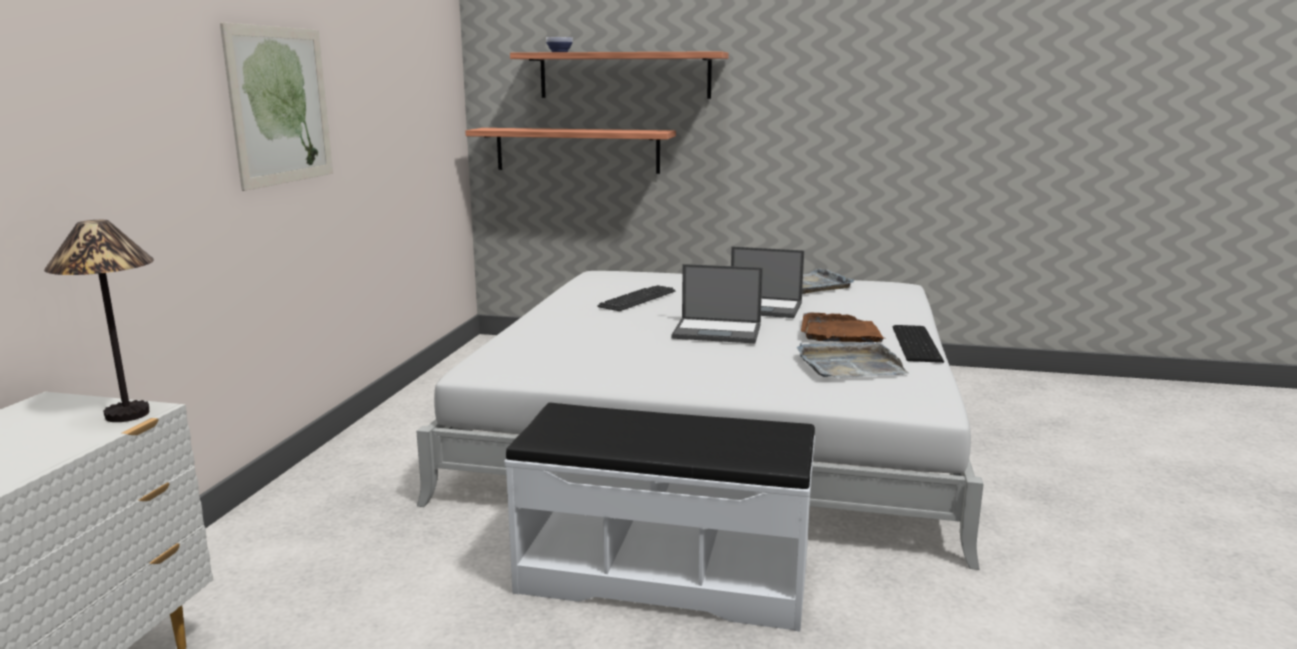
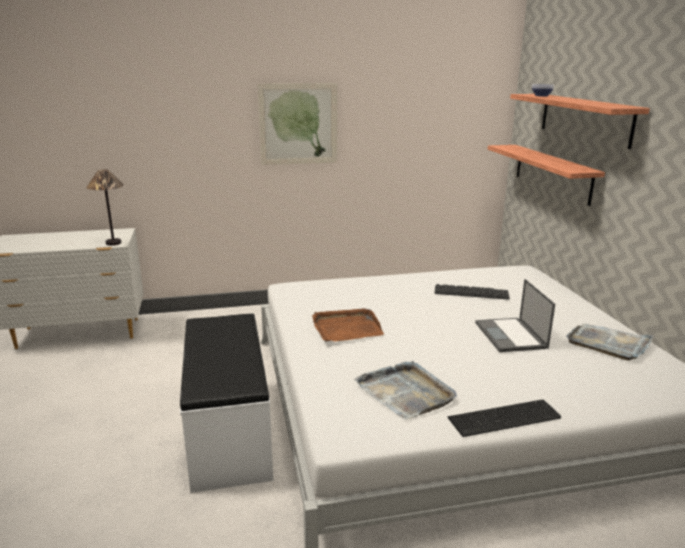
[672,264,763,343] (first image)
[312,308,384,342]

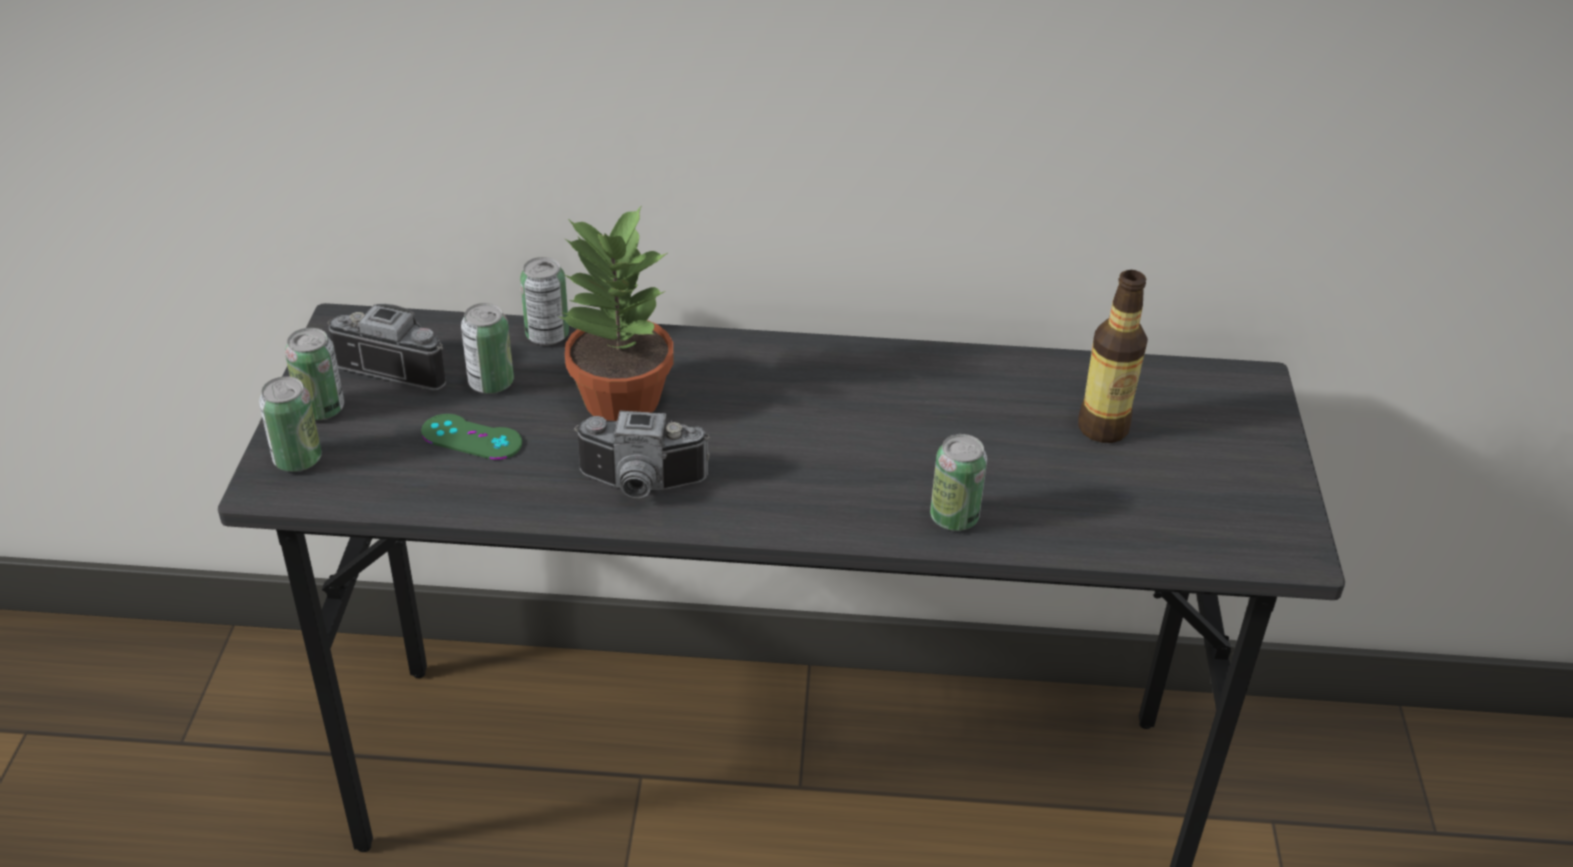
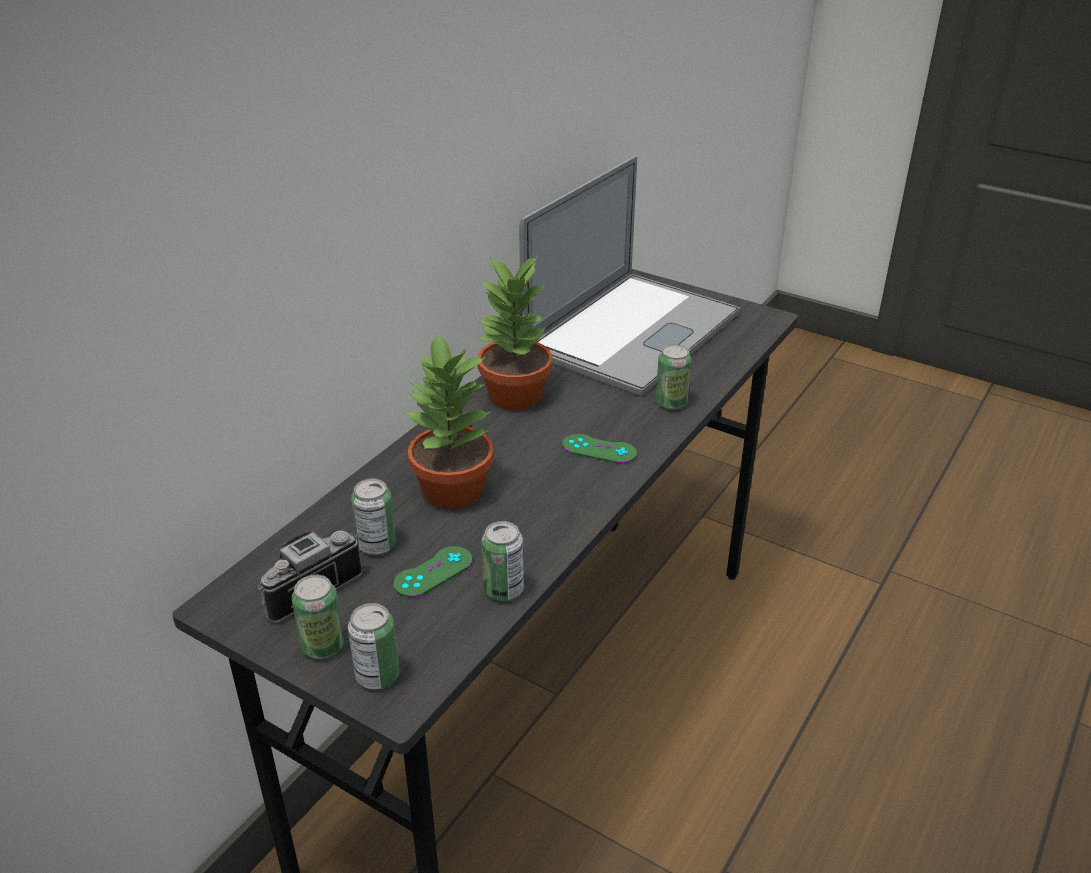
[481,521,524,601]
[519,156,740,396]
[574,411,710,498] (first image)
[477,256,552,410]
[562,434,637,464]

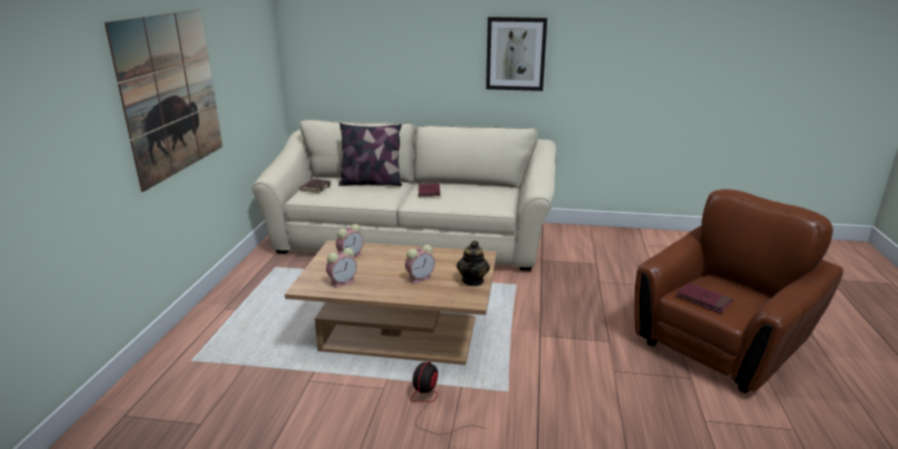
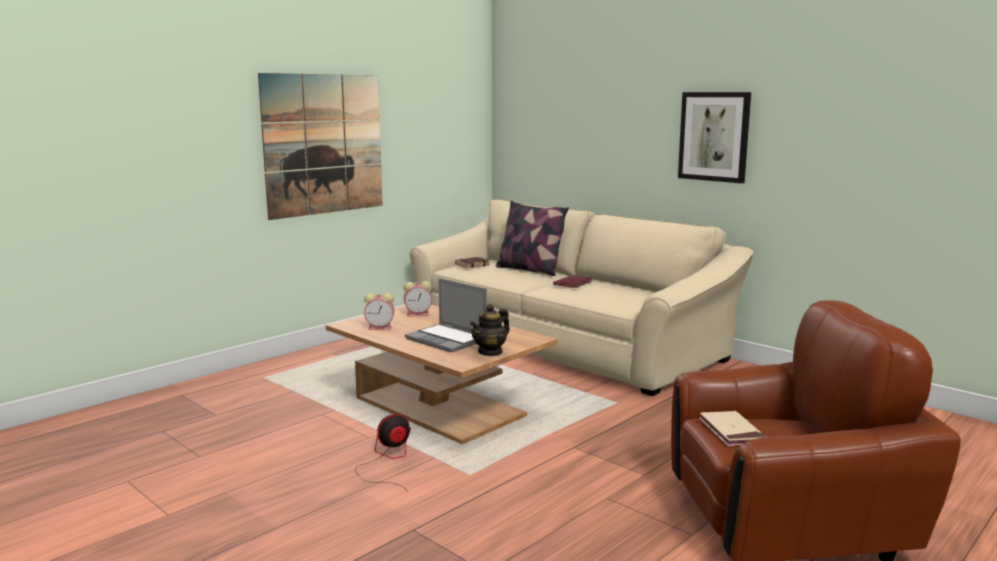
[405,278,487,352]
[699,411,766,446]

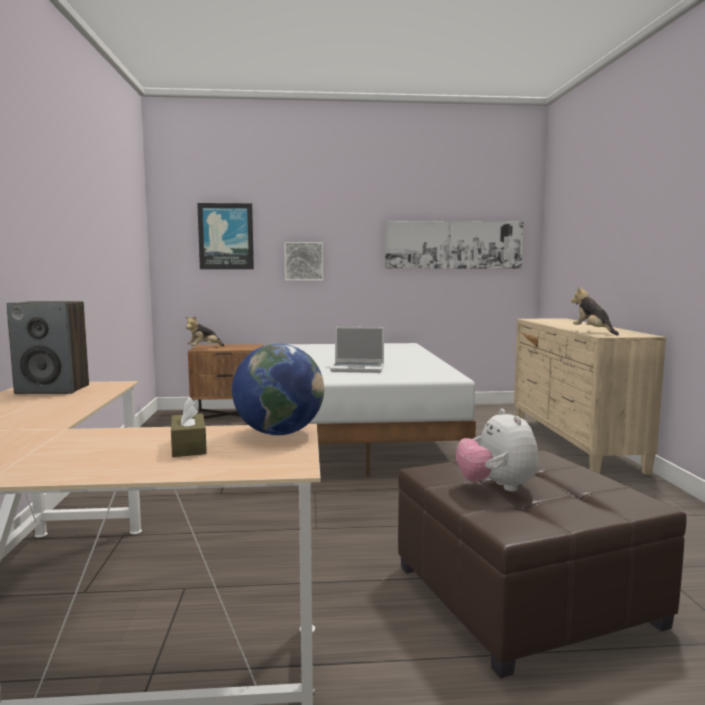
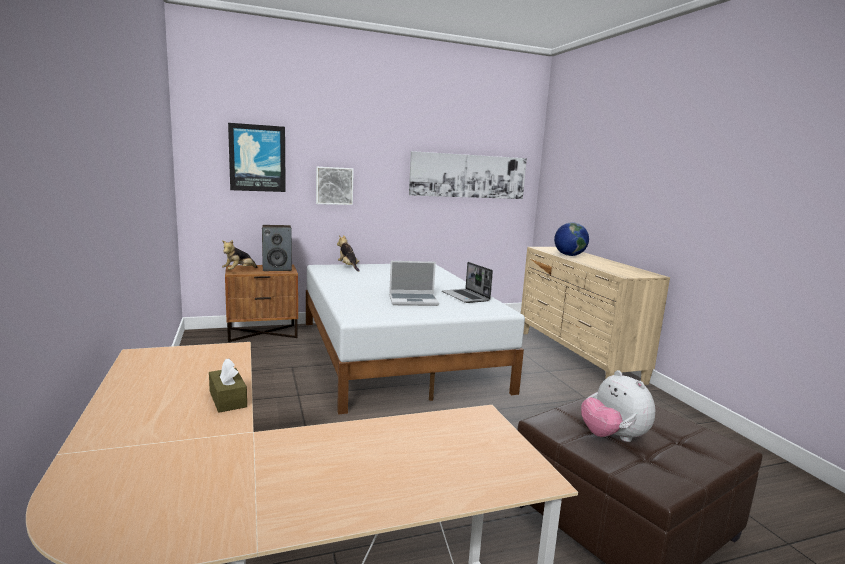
[337,235,360,272]
[262,225,292,271]
[554,222,589,256]
[209,358,247,413]
[442,262,493,303]

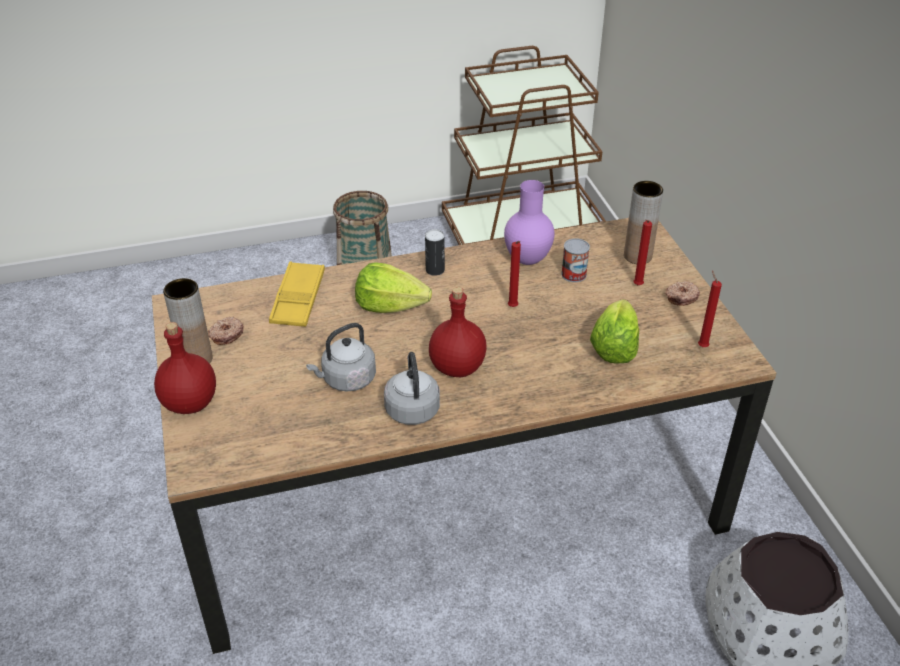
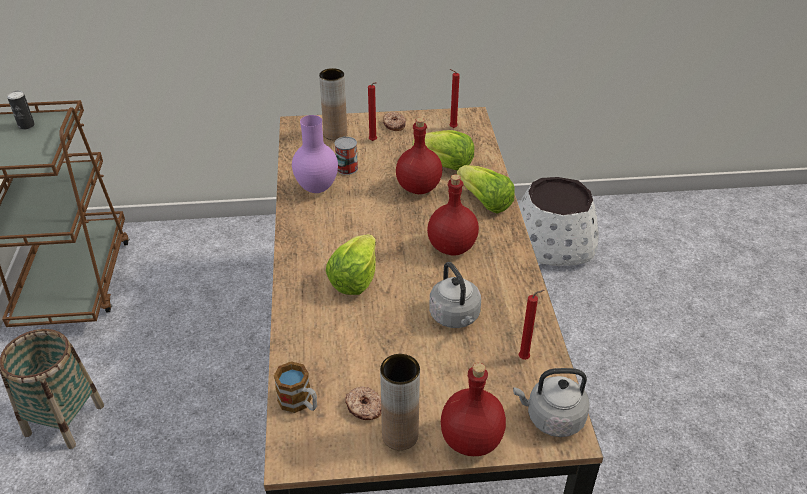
[7,91,35,130]
[519,290,544,360]
[269,261,325,327] (first image)
[513,368,589,437]
[396,118,442,194]
[457,165,515,214]
[274,361,317,413]

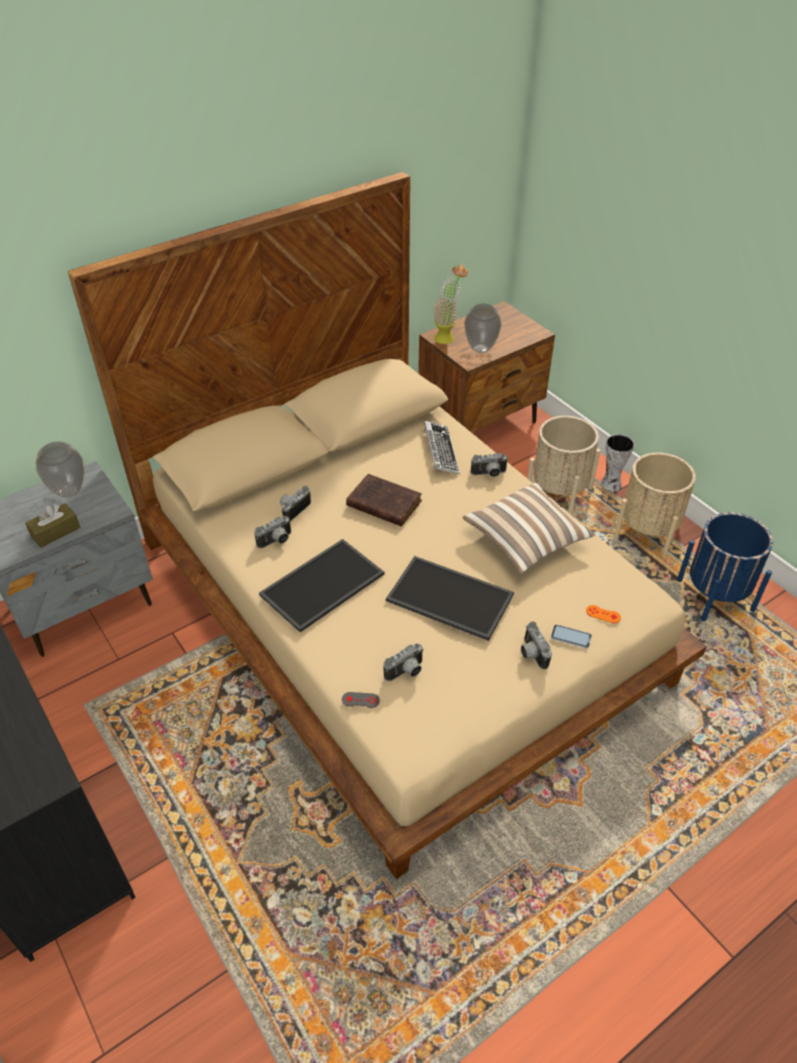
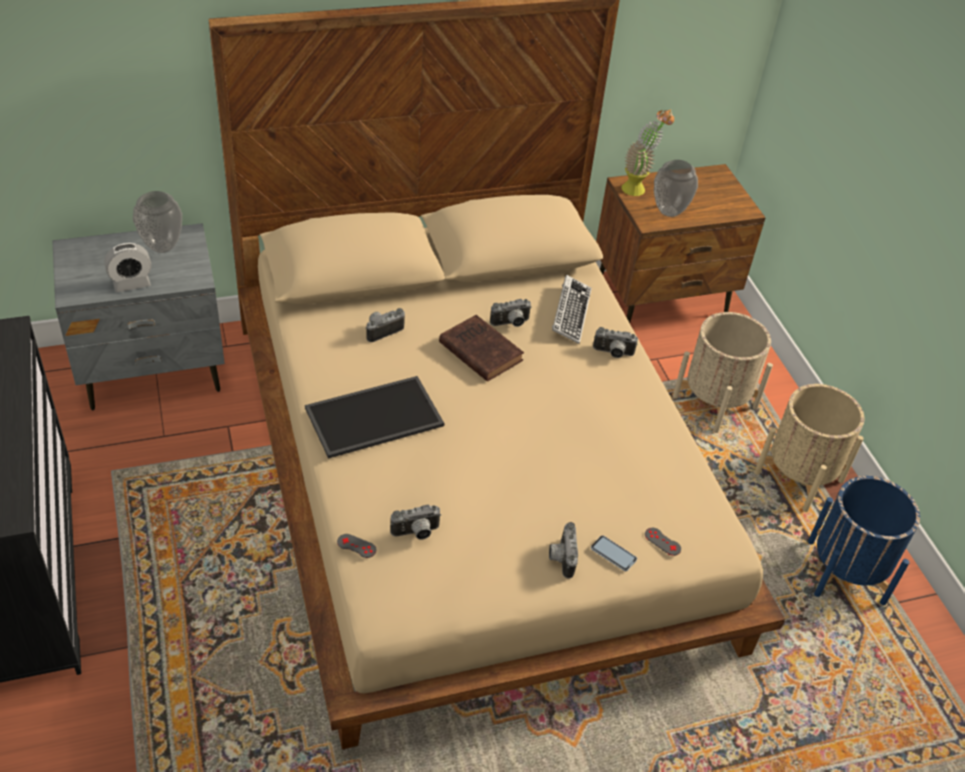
[601,434,635,492] (first image)
[462,482,595,574] (first image)
[104,243,151,292]
[490,299,532,327]
[386,556,514,641] (first image)
[645,528,681,556]

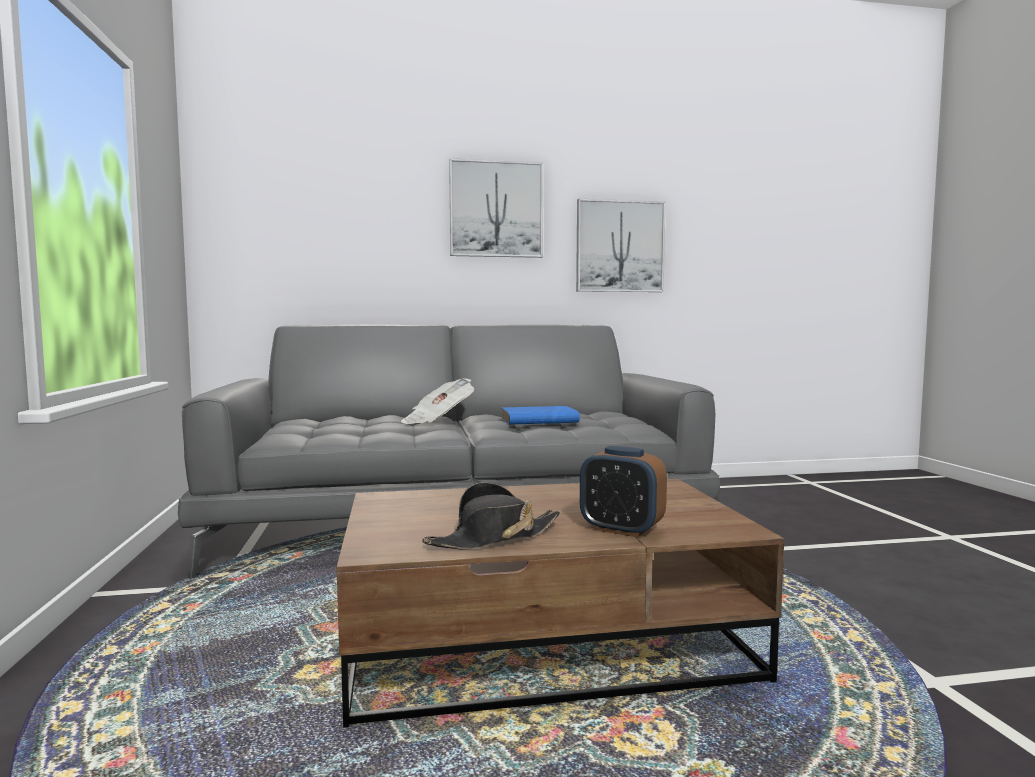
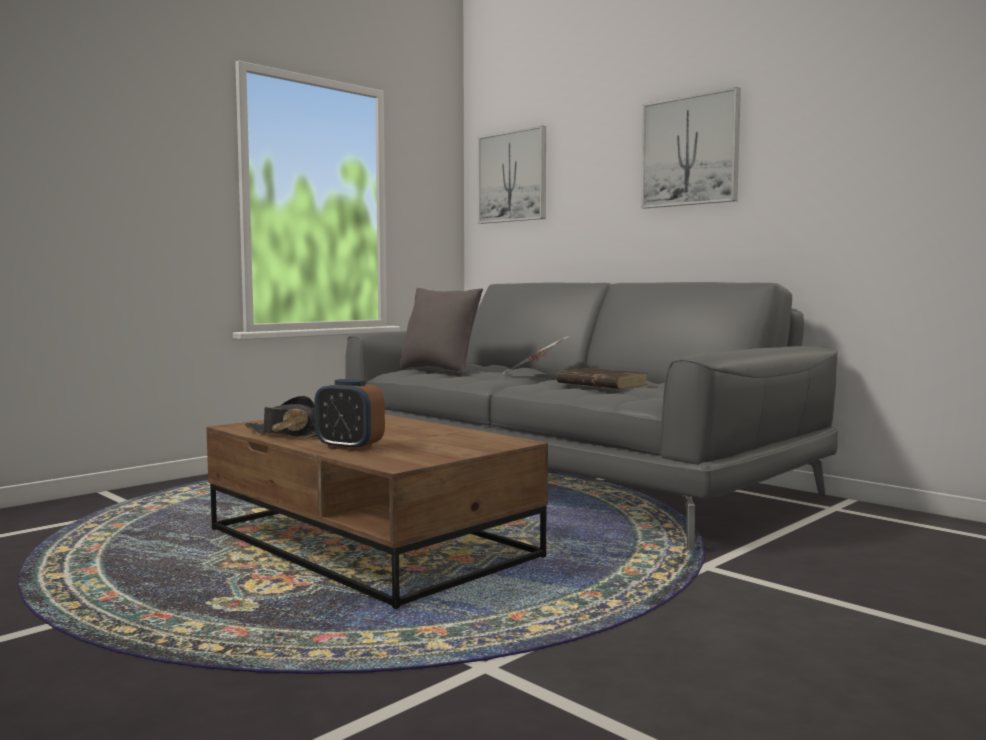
[478,125,546,224]
[556,368,648,389]
[314,379,385,451]
[399,288,483,374]

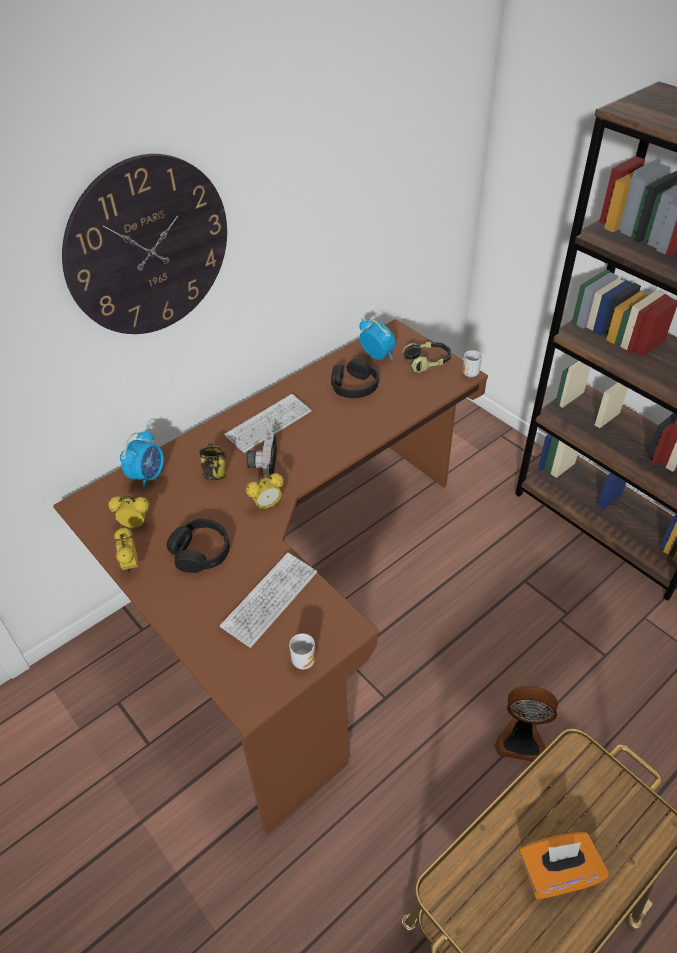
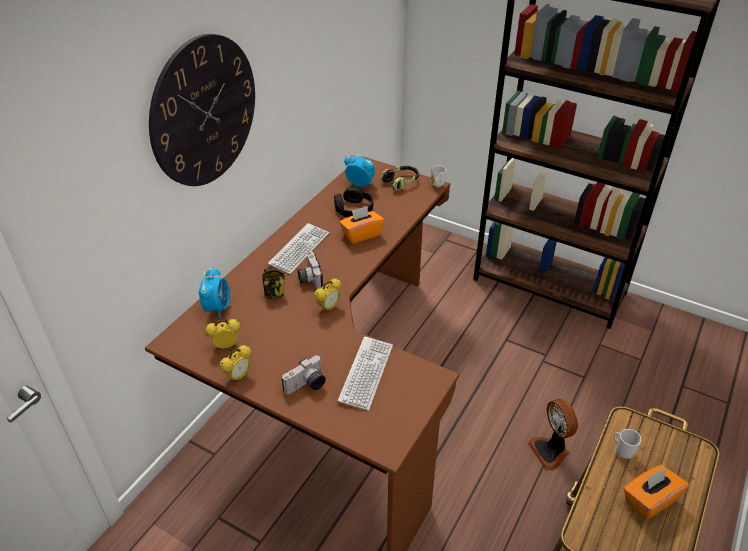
[167,519,230,573] (first image)
[219,345,251,382]
[614,429,641,459]
[528,399,578,471]
[339,206,384,244]
[282,355,326,395]

